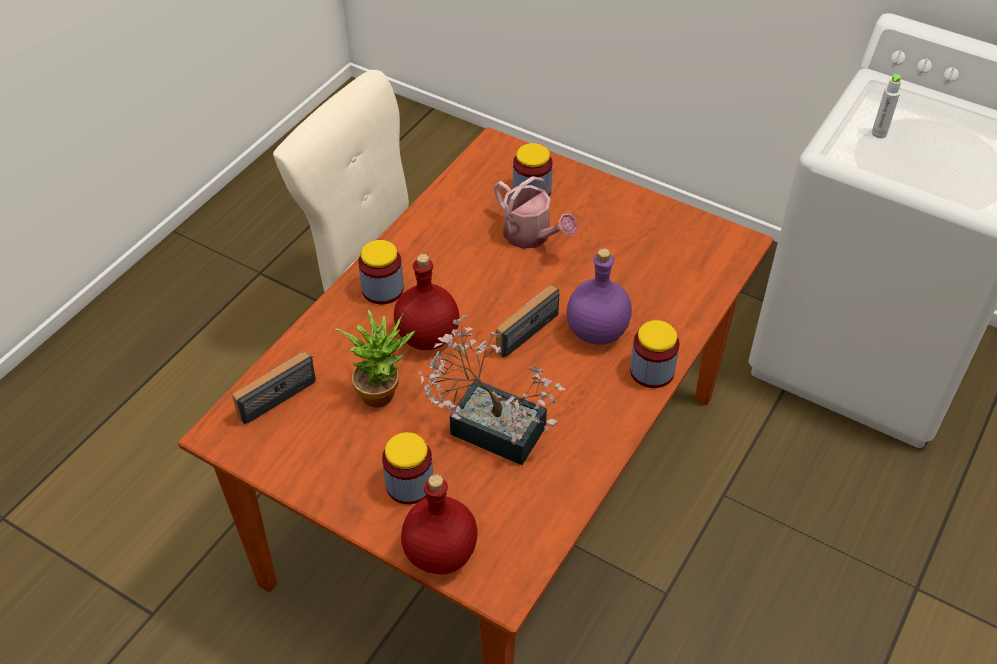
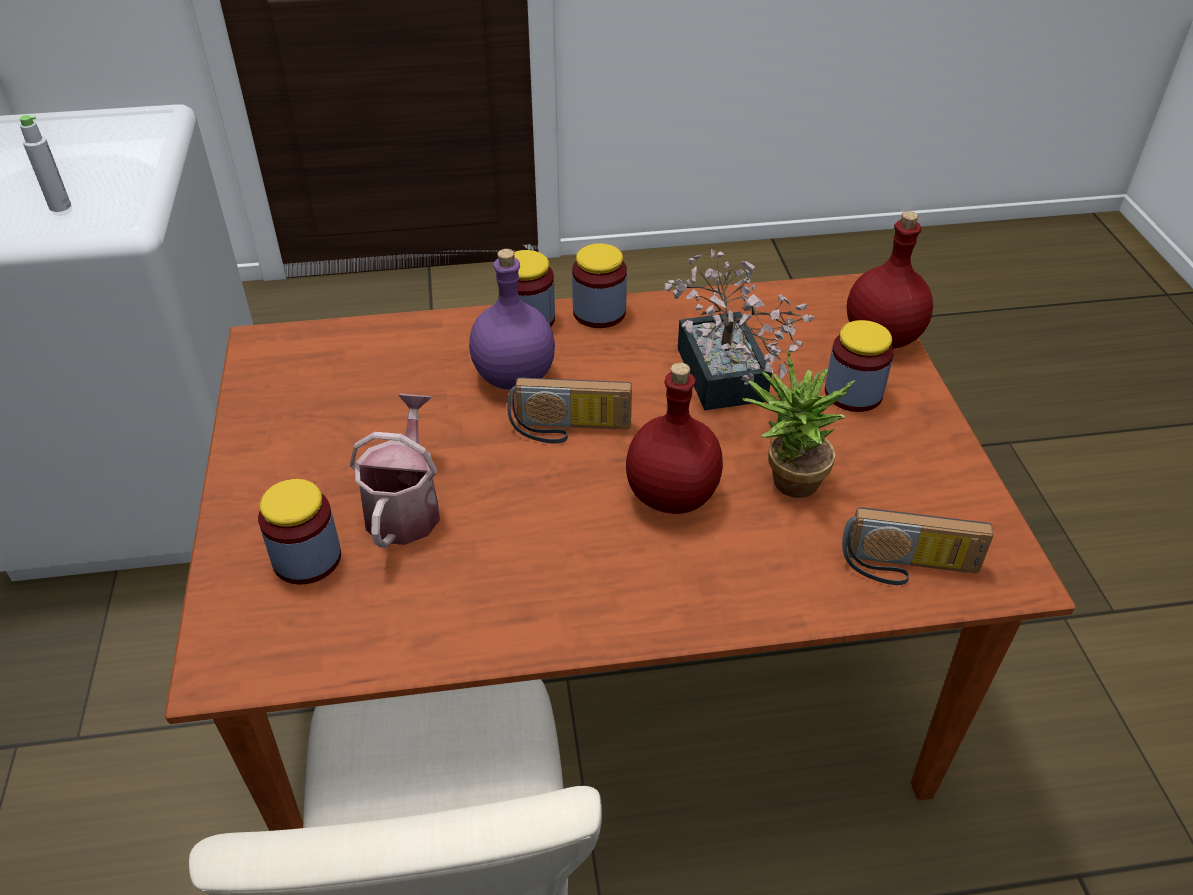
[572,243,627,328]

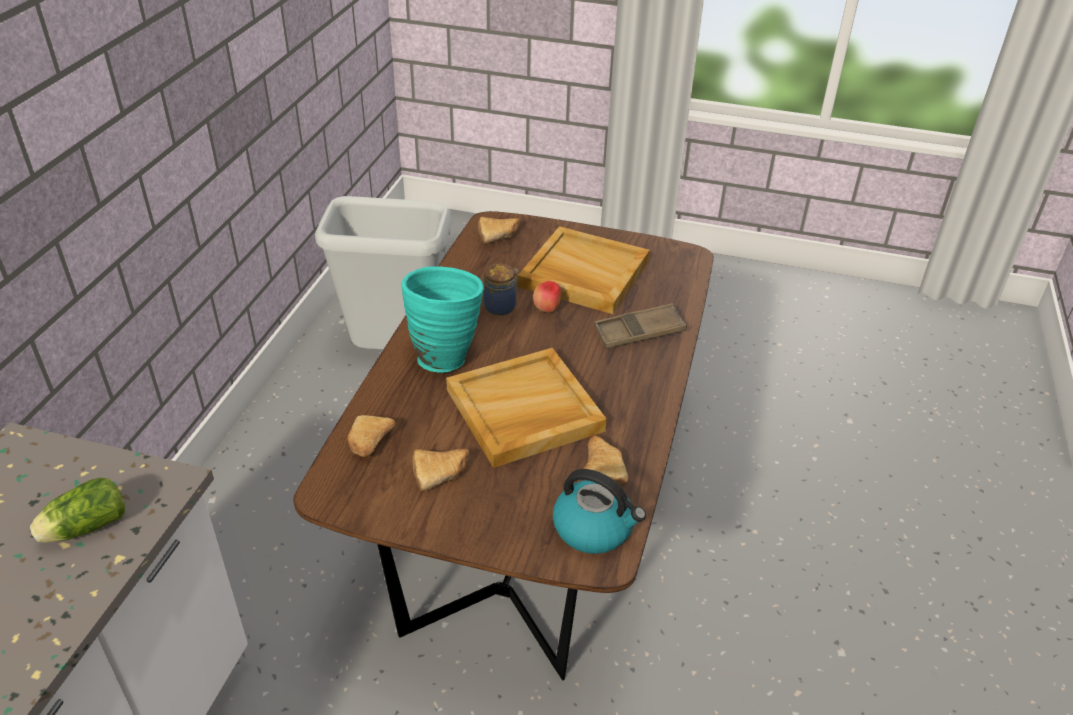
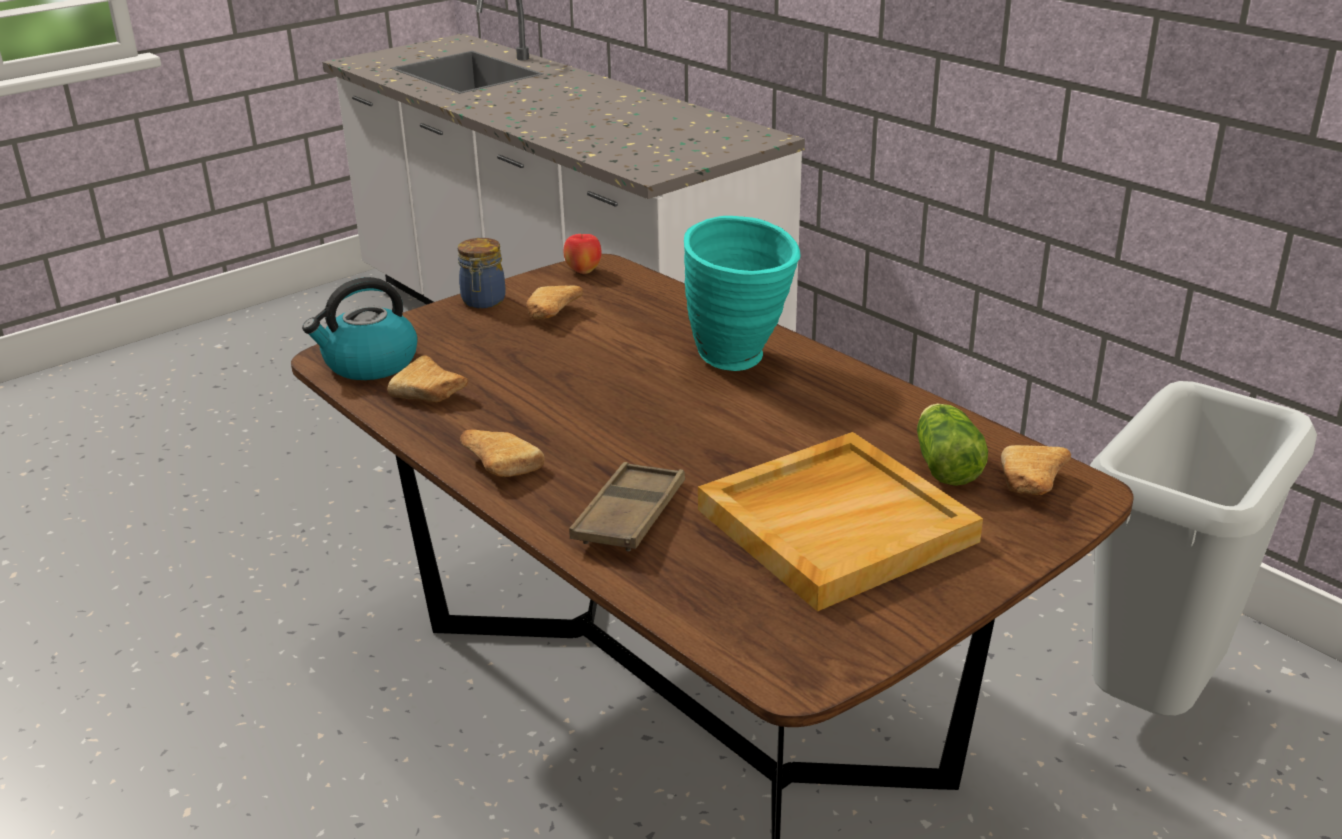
[458,238,506,308]
[564,234,602,274]
[446,348,607,468] (first image)
[460,429,545,477]
[917,404,988,486]

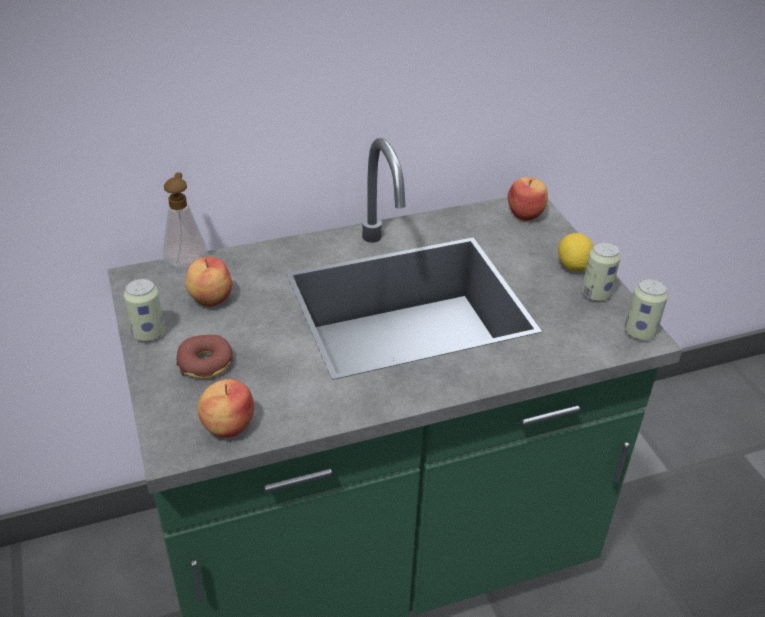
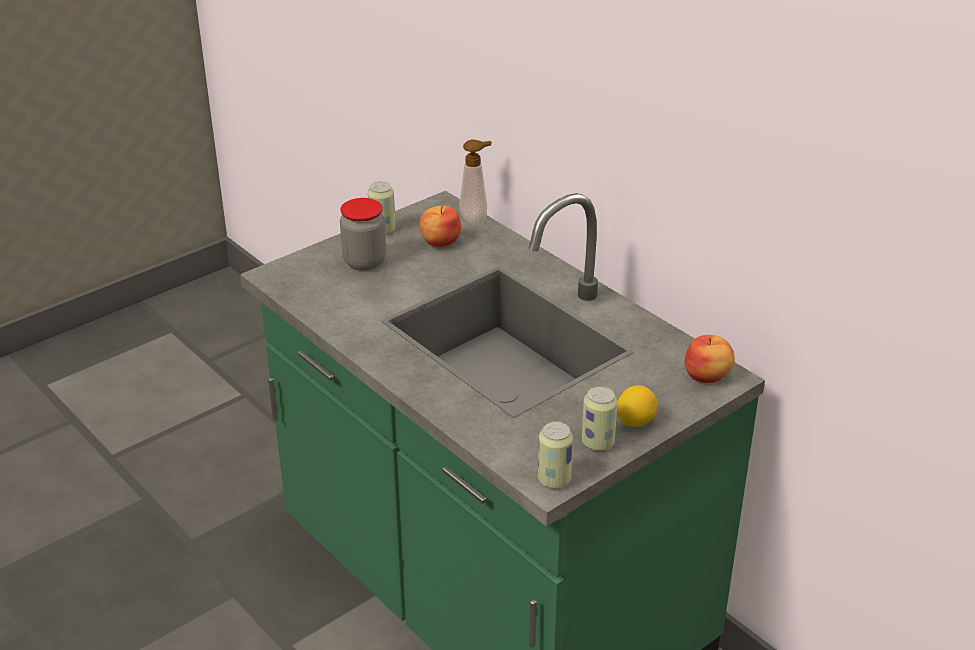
[340,198,386,271]
[197,379,254,438] (first image)

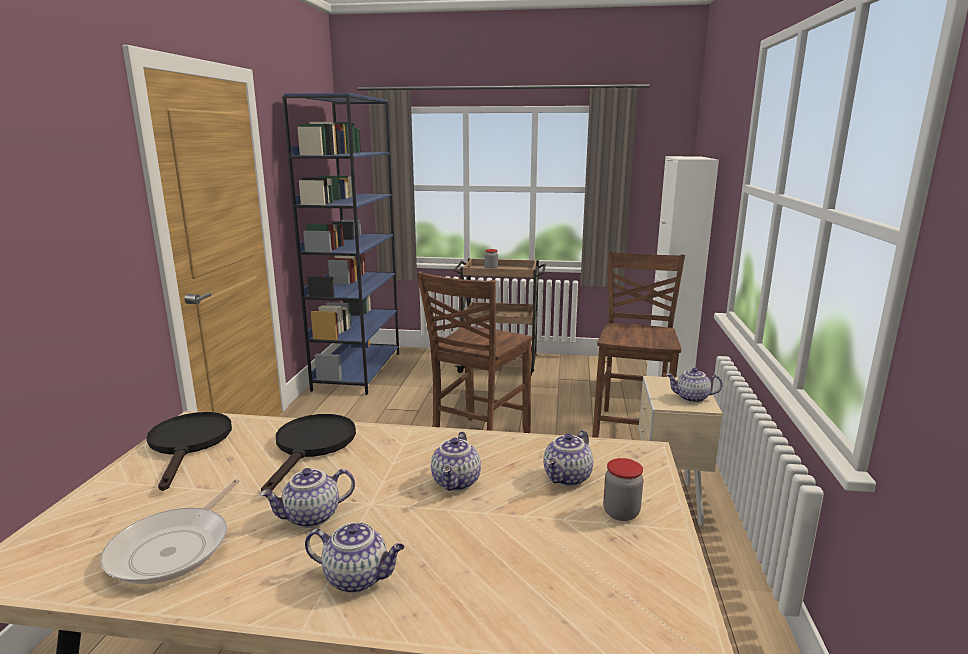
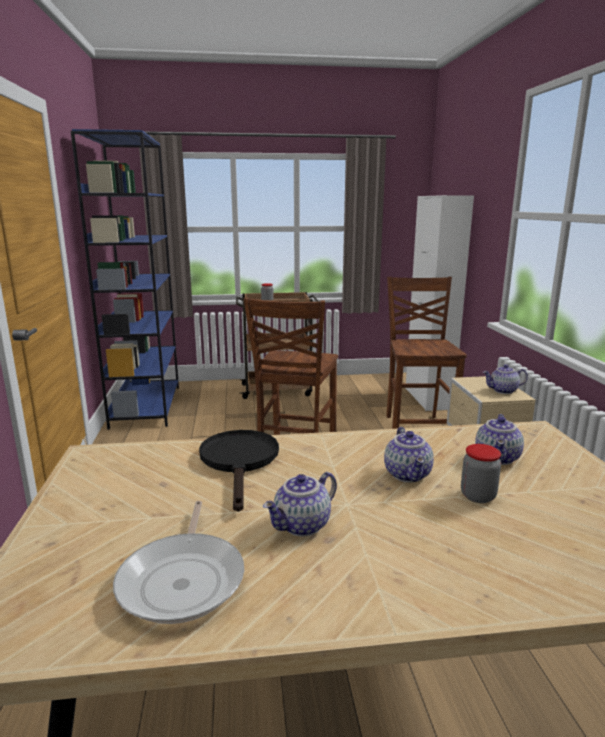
[147,412,232,491] (first image)
[461,444,501,503]
[305,522,405,593] (first image)

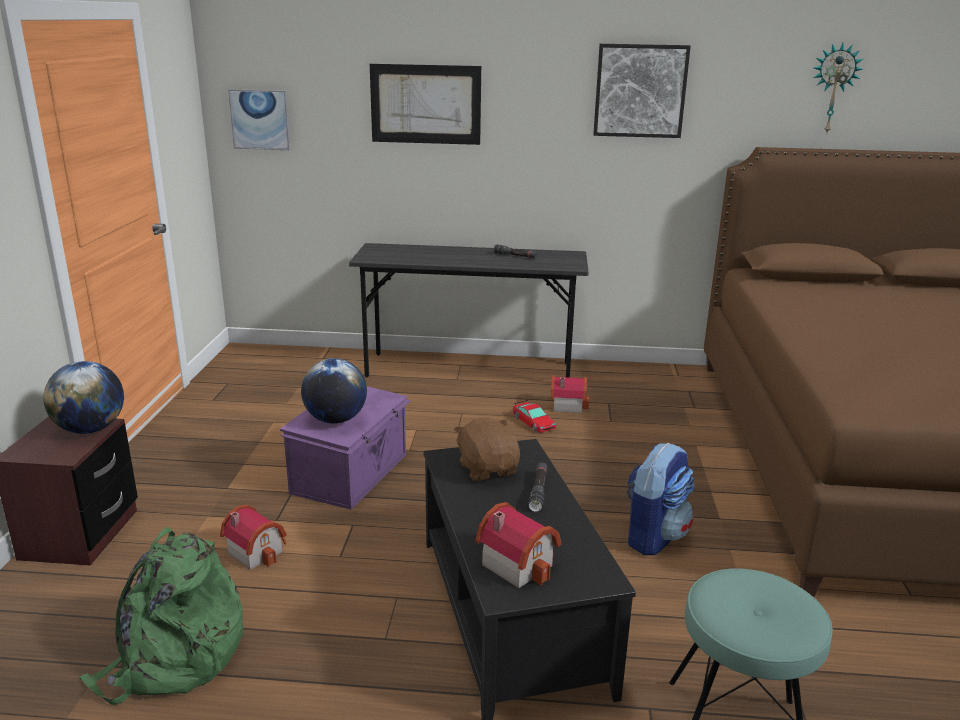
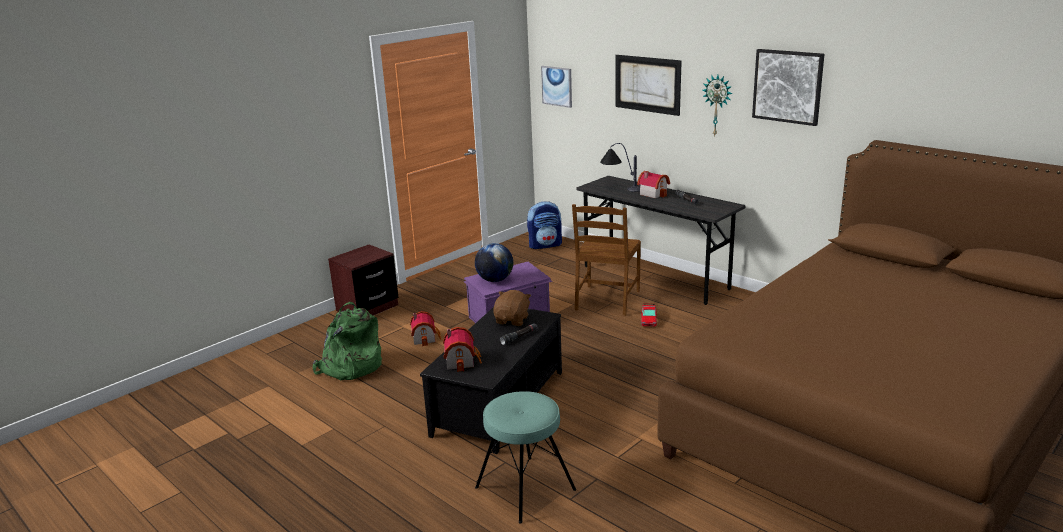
[703,74,733,136]
[43,361,124,434] (first image)
[637,171,670,198]
[527,201,562,249]
[600,143,640,192]
[572,204,641,316]

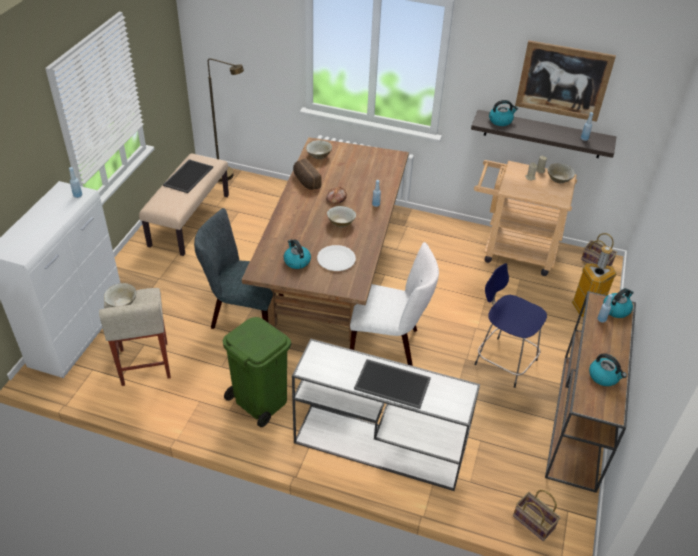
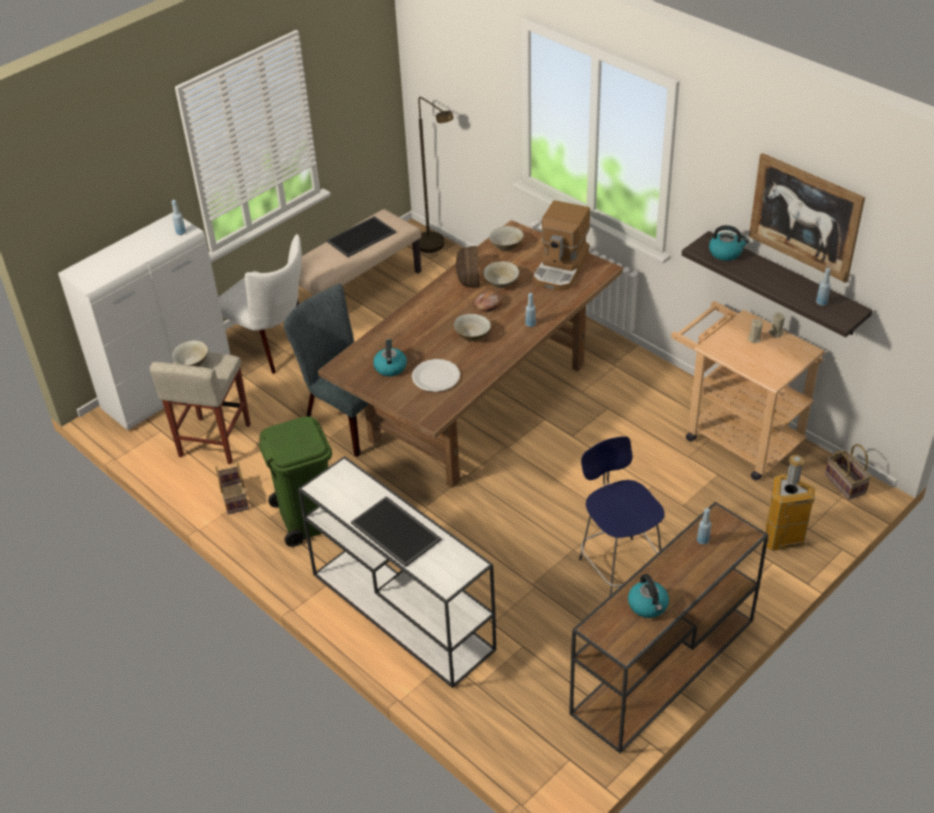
[483,261,519,288]
[218,234,302,374]
[603,288,634,318] (first image)
[215,461,249,514]
[533,200,590,291]

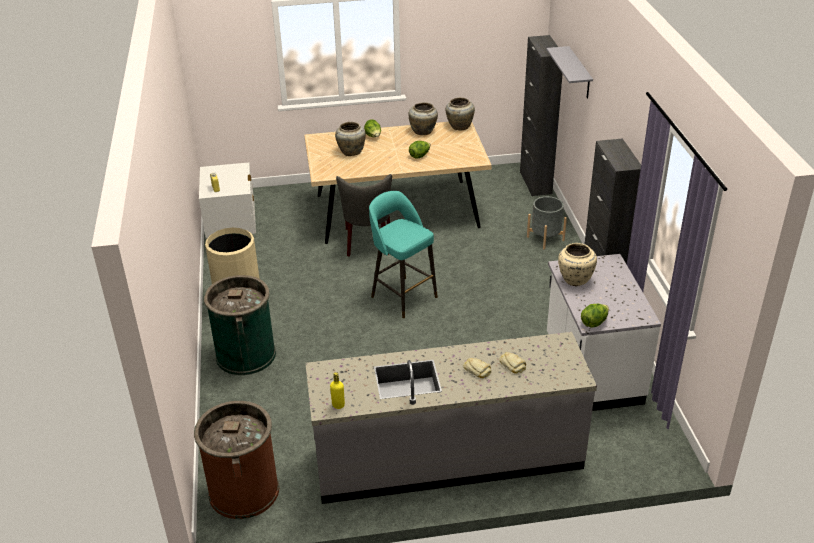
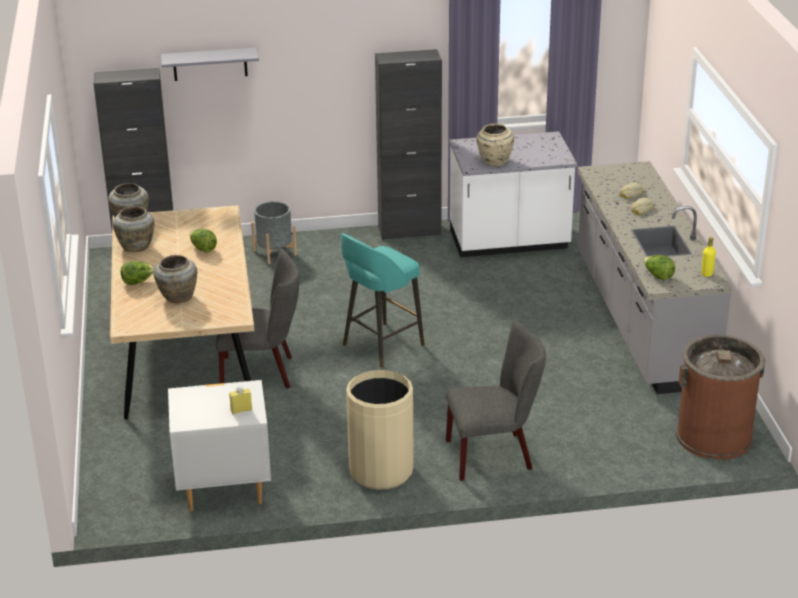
[446,320,546,481]
[643,255,675,280]

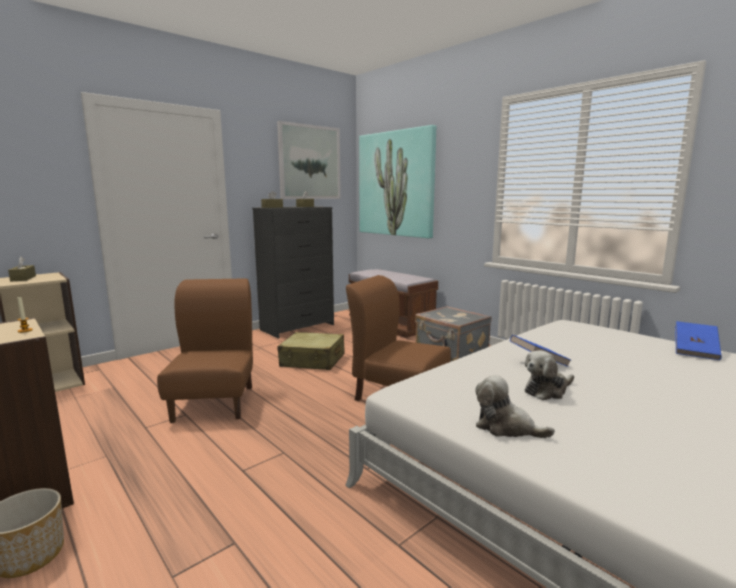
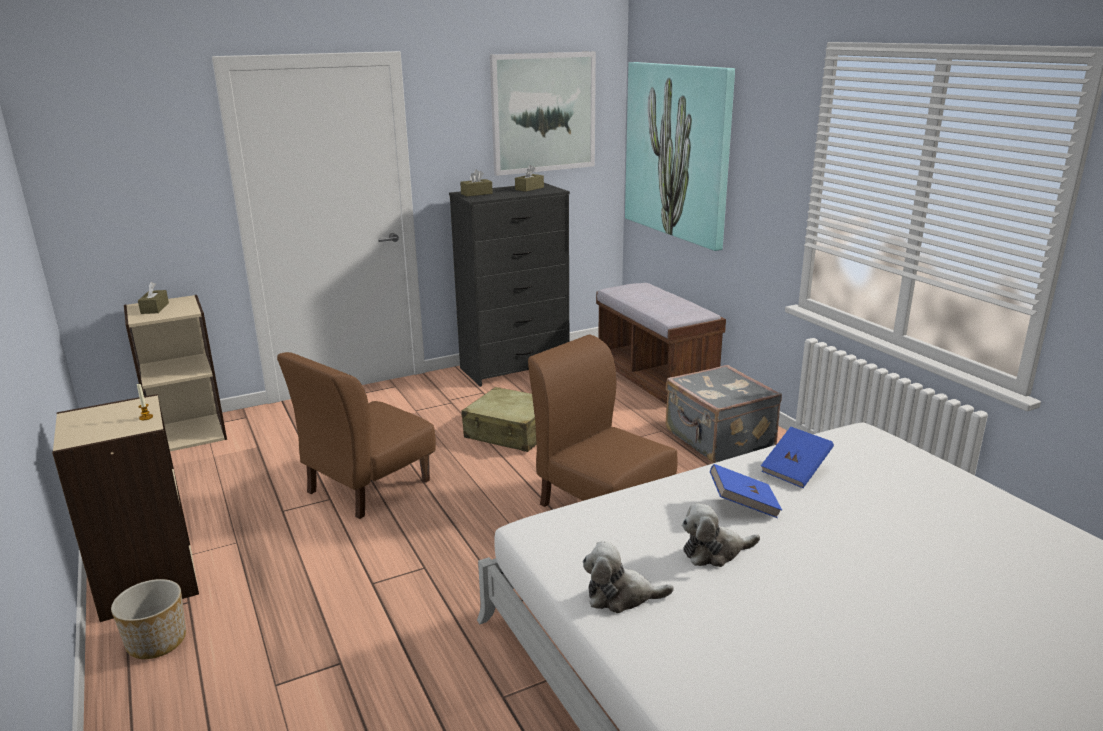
[277,352,436,519]
[761,427,834,488]
[583,541,674,613]

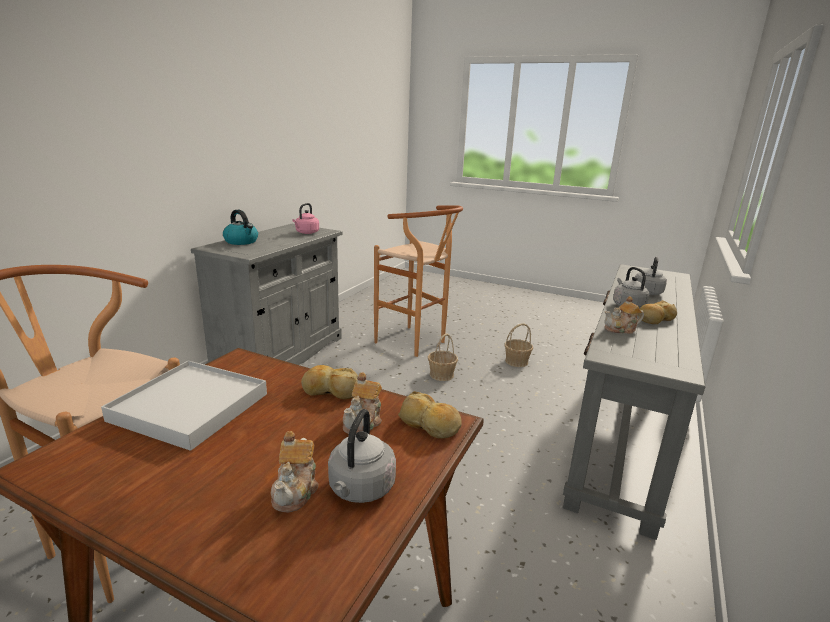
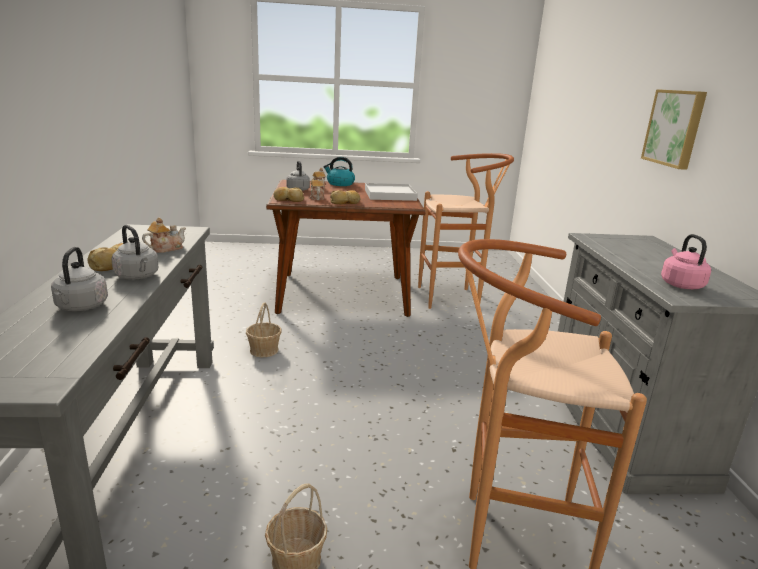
[324,157,355,186]
[246,302,281,357]
[641,89,707,170]

